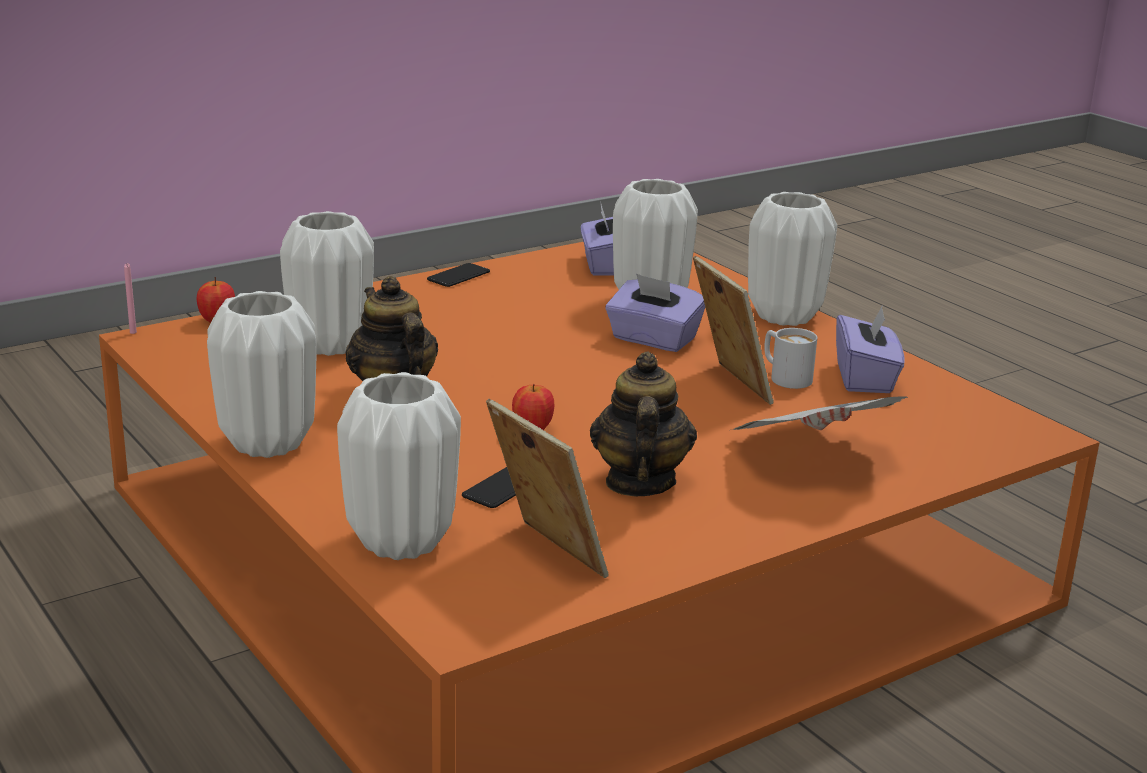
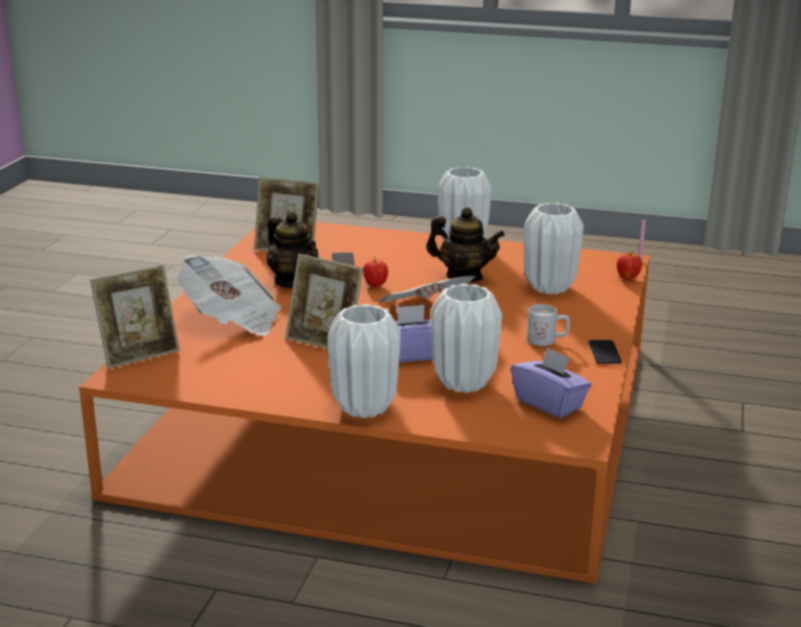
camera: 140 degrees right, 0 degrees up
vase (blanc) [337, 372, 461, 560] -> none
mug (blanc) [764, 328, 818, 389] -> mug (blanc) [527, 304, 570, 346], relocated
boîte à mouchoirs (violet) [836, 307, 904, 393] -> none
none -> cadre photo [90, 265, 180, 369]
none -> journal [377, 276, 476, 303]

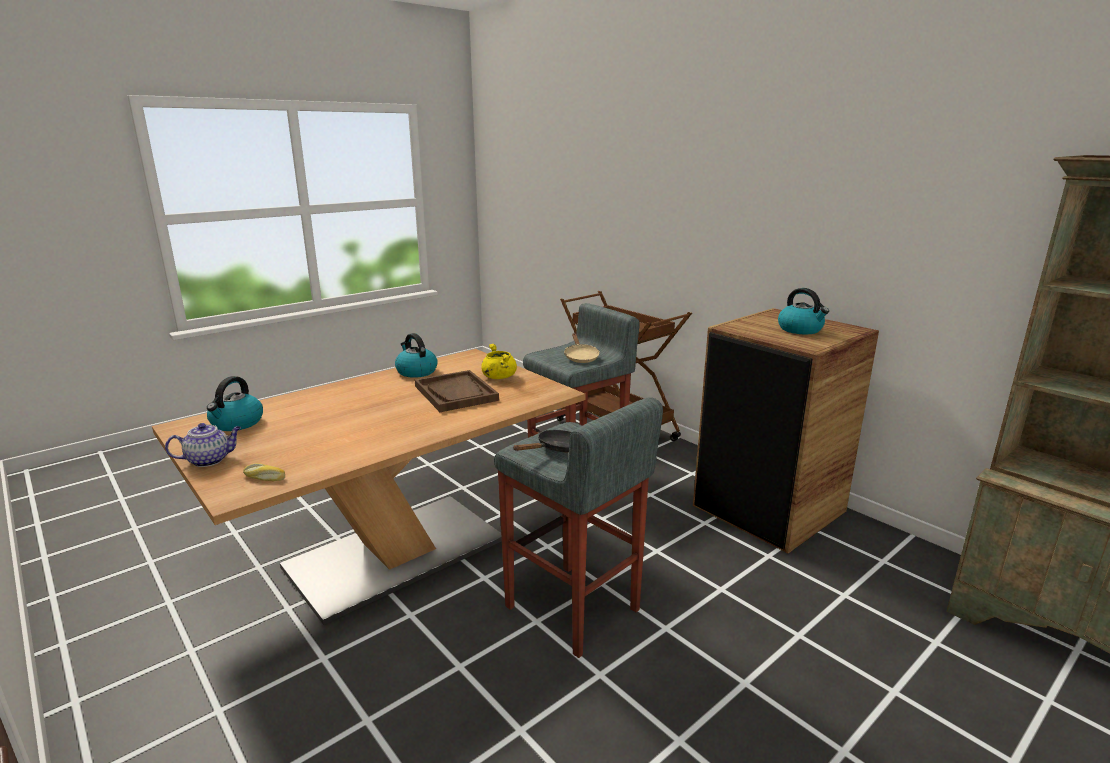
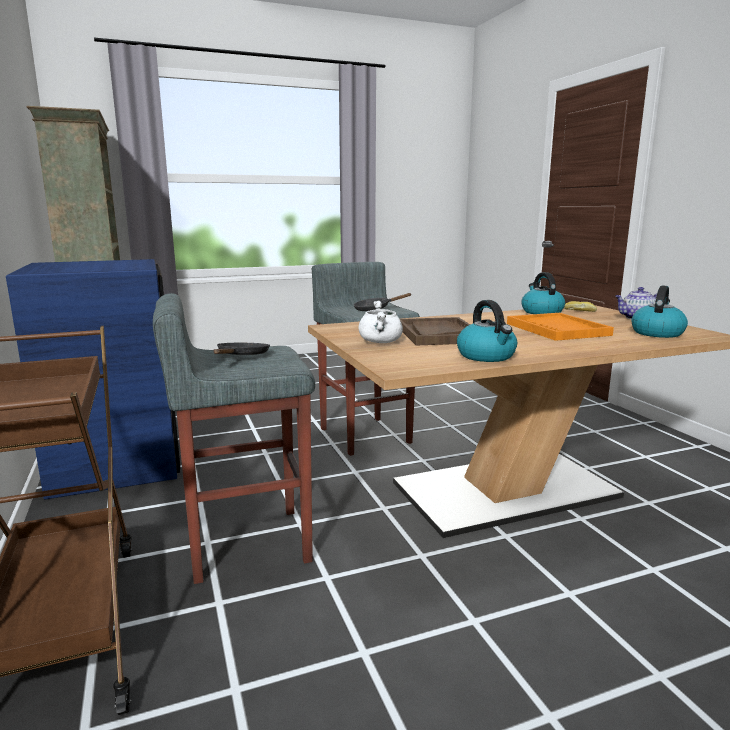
camera: 160 degrees left, 5 degrees down
marmite (jaune) [481, 344, 517, 379] -> marmite (blanc) [359, 300, 403, 343]
poêle (beige) [564, 333, 599, 363] -> poêle (noir) [213, 343, 270, 355]
meuble de rangement (marron) [693, 308, 879, 553] -> meuble de rangement (bleu) [6, 259, 180, 499]
bouilloire [778, 288, 829, 334] -> bouilloire [521, 272, 565, 314], relocated
none -> plateau (orange) [507, 313, 614, 341]

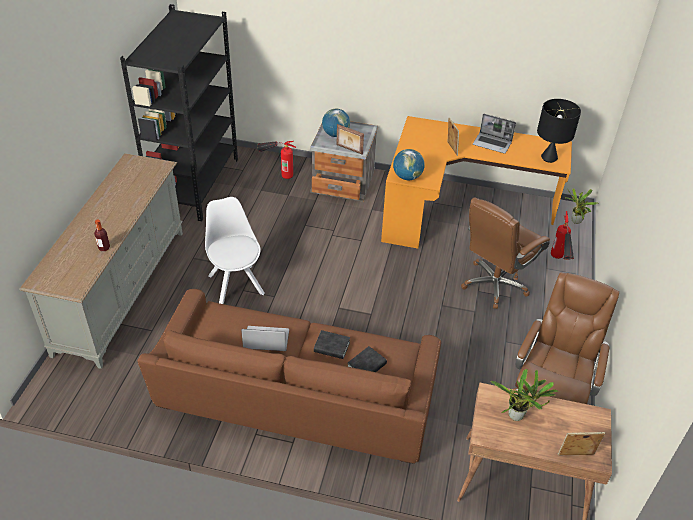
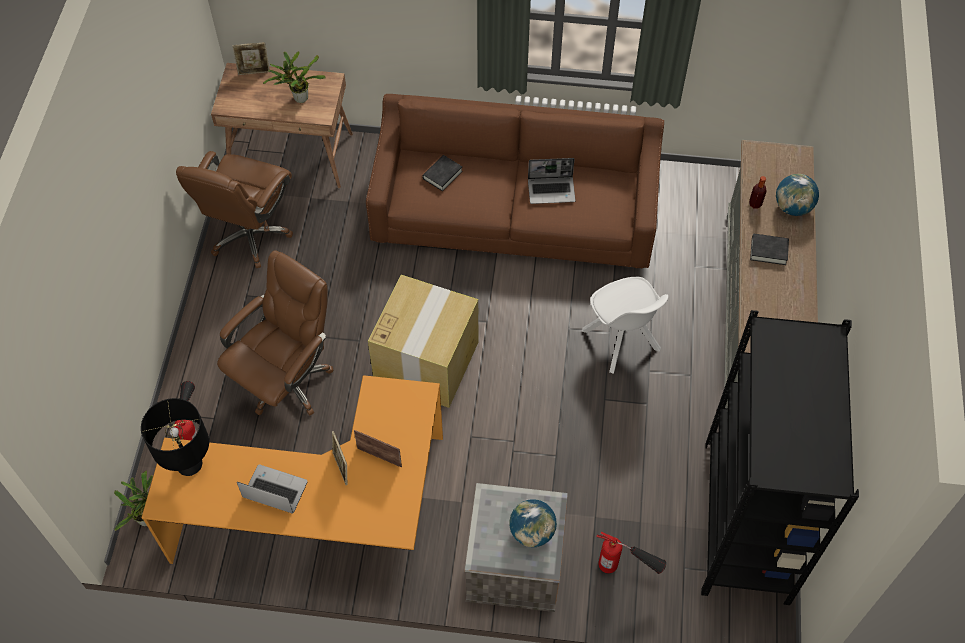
camera: 175 degrees right, 15 degrees up
livre (noir) [314, 330, 350, 359] -> livre (noir) [750, 233, 789, 265], relocated
cadre photo [336, 124, 364, 155] -> cadre photo [354, 430, 402, 468], relocated
globe [393, 149, 425, 180] -> globe [776, 174, 819, 216], relocated
none -> carton [368, 275, 479, 408]

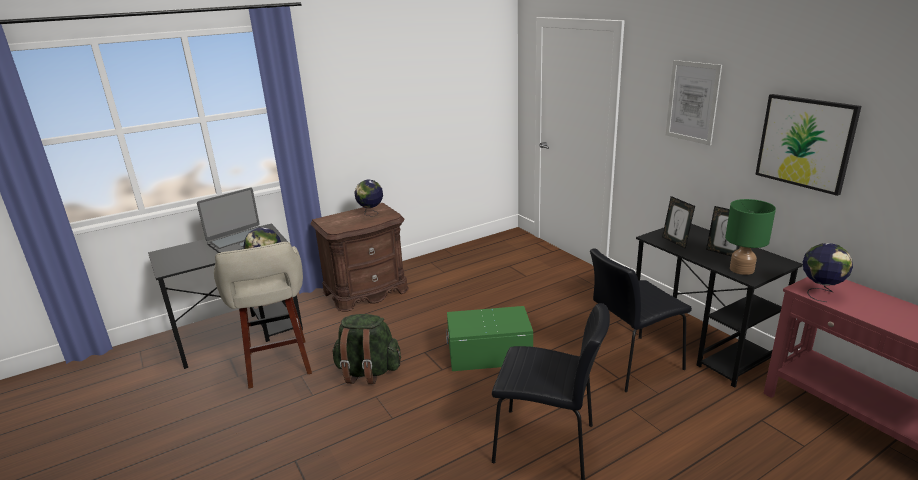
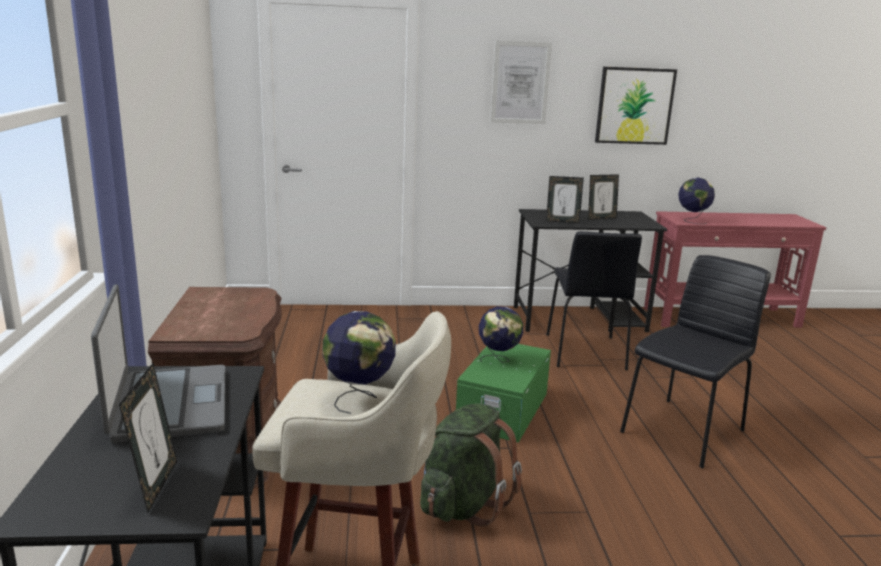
camera: 65 degrees left, 5 degrees down
globe [354, 180, 383, 217] -> globe [479, 306, 523, 363], relocated
lampe de table (vert) [725, 199, 776, 275] -> none
none -> cadre photo [119, 363, 177, 513]

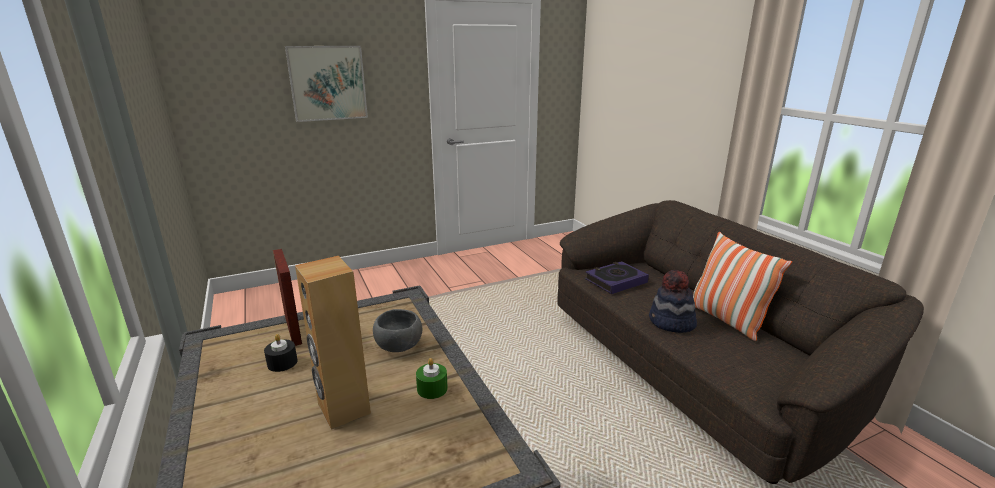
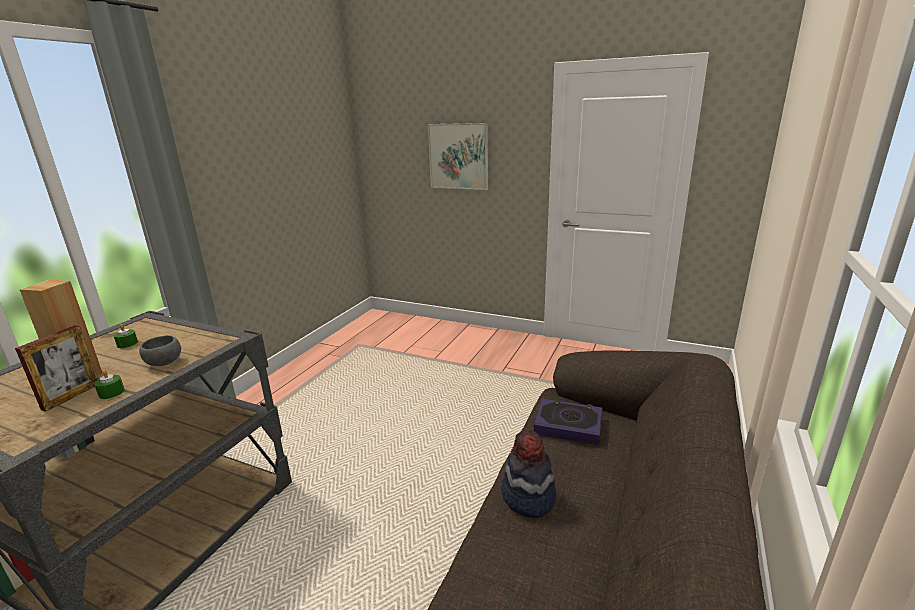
camera: 50 degrees right, 0 degrees up
bougie (noir) [264, 334, 297, 372] -> bougie (vert) [113, 324, 138, 348]
cadre photo [273, 249, 302, 346] -> cadre photo [15, 325, 98, 411], relocated
coussin [693, 232, 792, 341] -> none

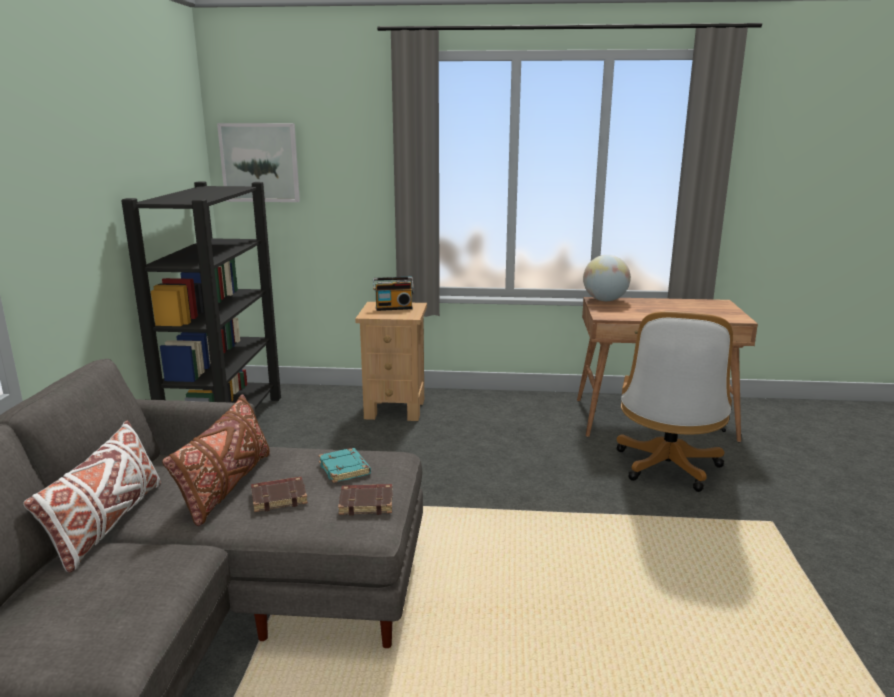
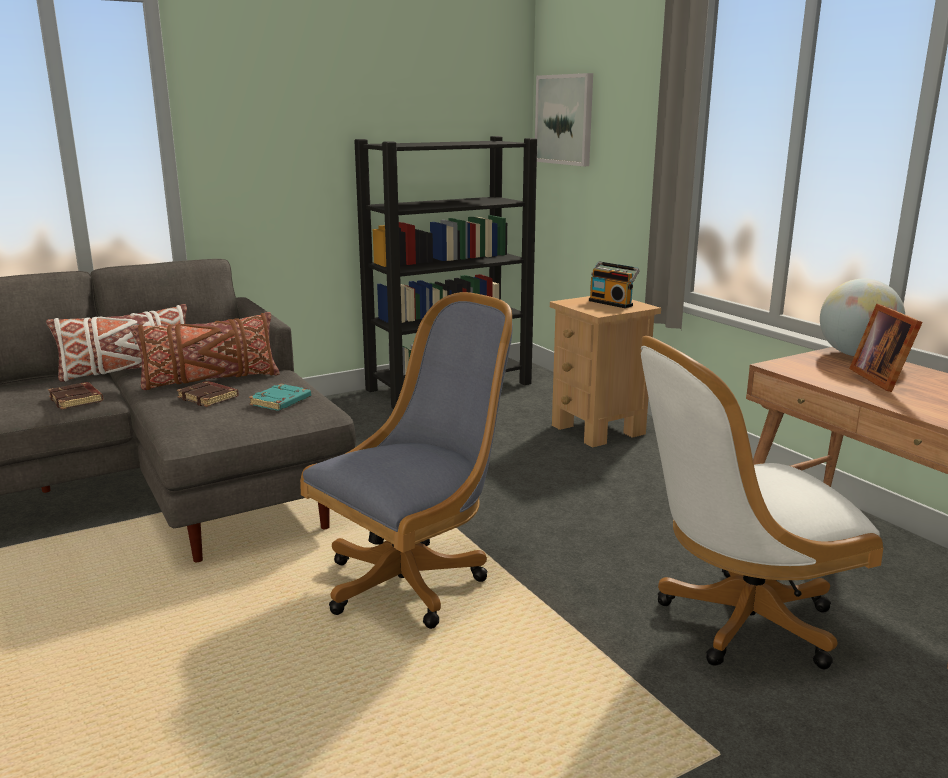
camera: 55 degrees right, 0 degrees up
livre (marron) [338, 484, 392, 516] -> livre (marron) [48, 382, 103, 410], relocated
none -> chaise de bureau (bleu) [300, 292, 513, 629]
none -> cadre photo [849, 304, 923, 392]

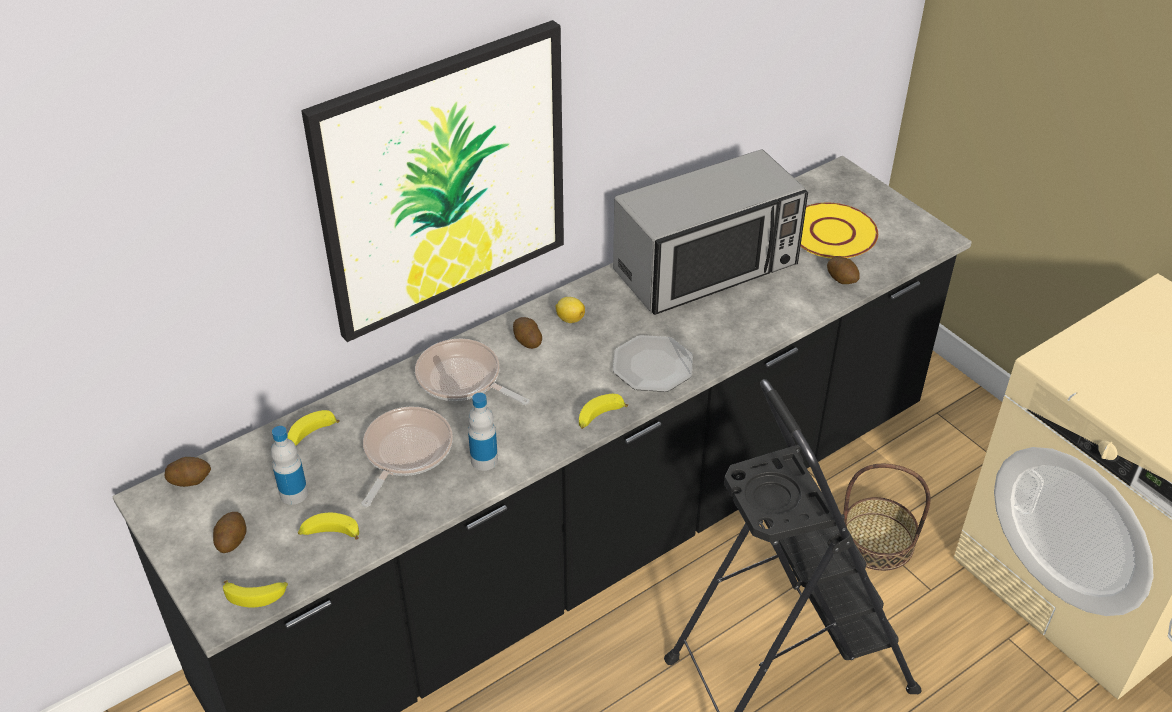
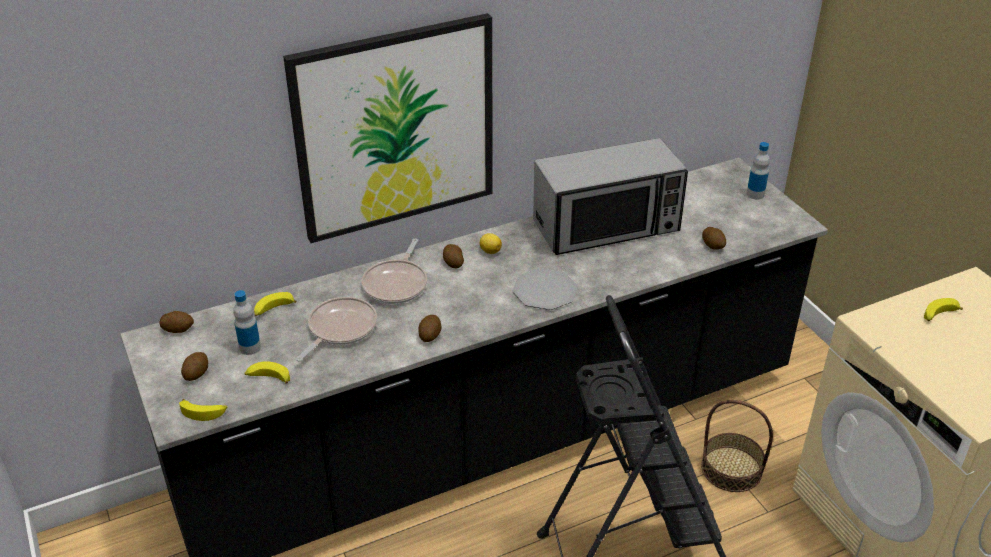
camera: 10 degrees right, 5 degrees down
poêle [415, 339, 530, 405] -> poêle [361, 239, 427, 304], 120 degrees counterclockwise
bouteille [468, 393, 498, 471] -> bouteille [747, 142, 770, 199], relocated
banane [579, 394, 628, 429] -> banane [924, 298, 963, 321], relocated
assiette (jaune) [800, 203, 878, 258] -> none
none -> pomme de terre [418, 315, 442, 342]

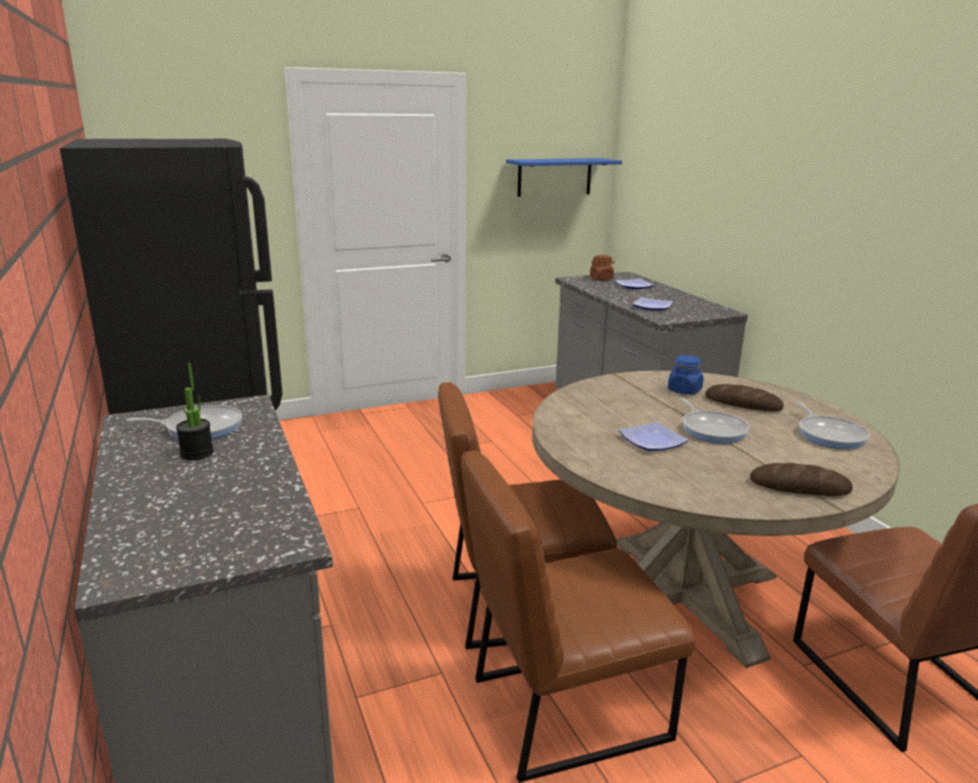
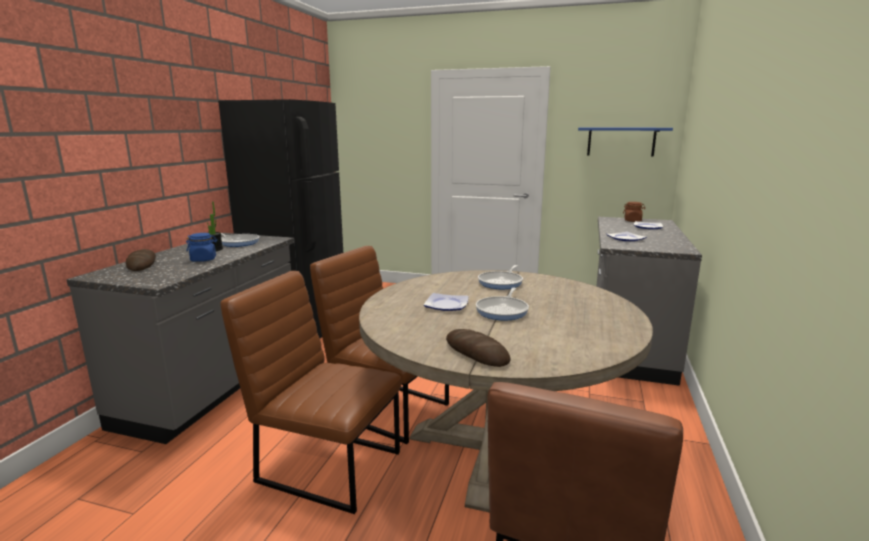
camera: 40 degrees right, 5 degrees down
bocal (bleu) [668, 355, 704, 395] -> bocal (bleu) [186, 233, 217, 262], relocated
pain [705, 384, 784, 411] -> pain [126, 249, 156, 271], relocated
poêle [796, 401, 870, 449] -> poêle [478, 265, 523, 289], relocated

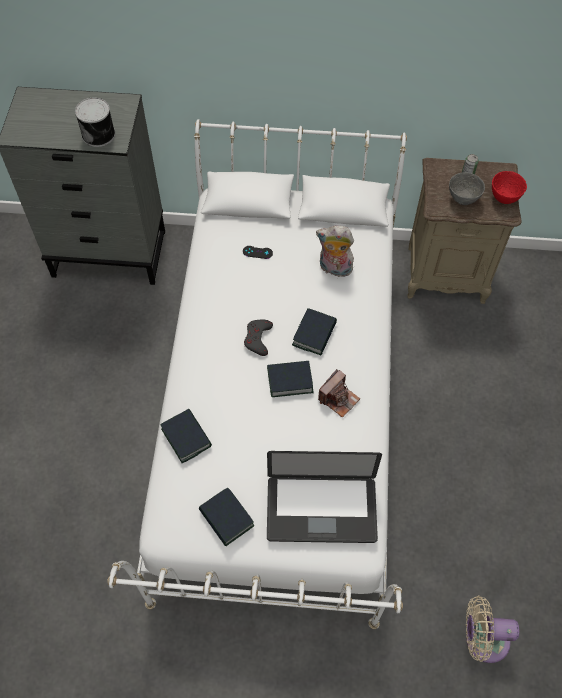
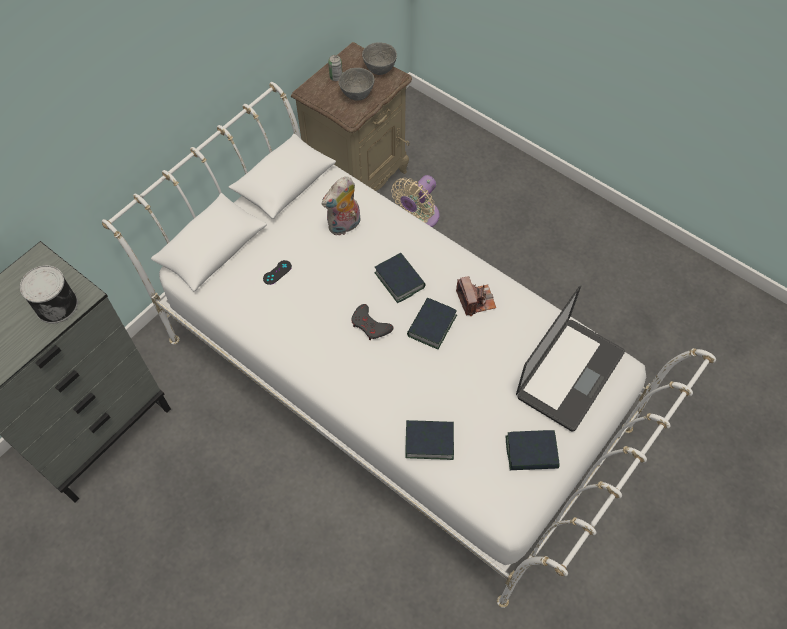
camera: 55 degrees left, 0 degrees up
ventilateur (beige) [466, 596, 519, 663] -> ventilateur (beige) [391, 175, 439, 227], relocated
bol (rouge) [492, 171, 527, 204] -> bol (gris) [362, 42, 397, 75]

